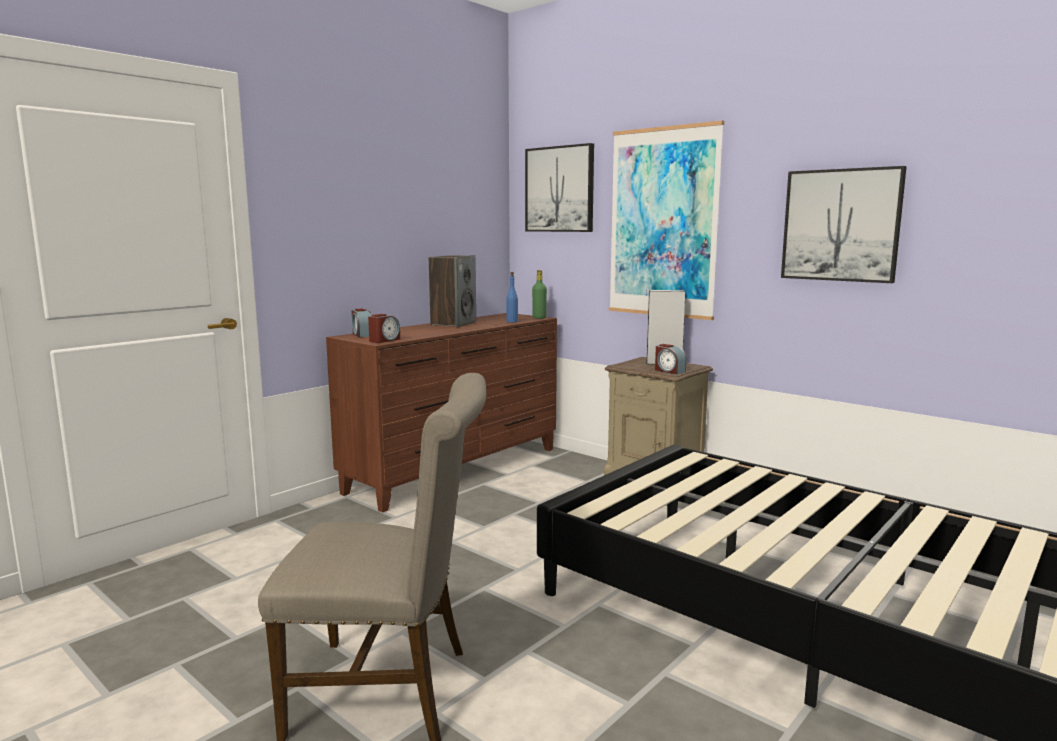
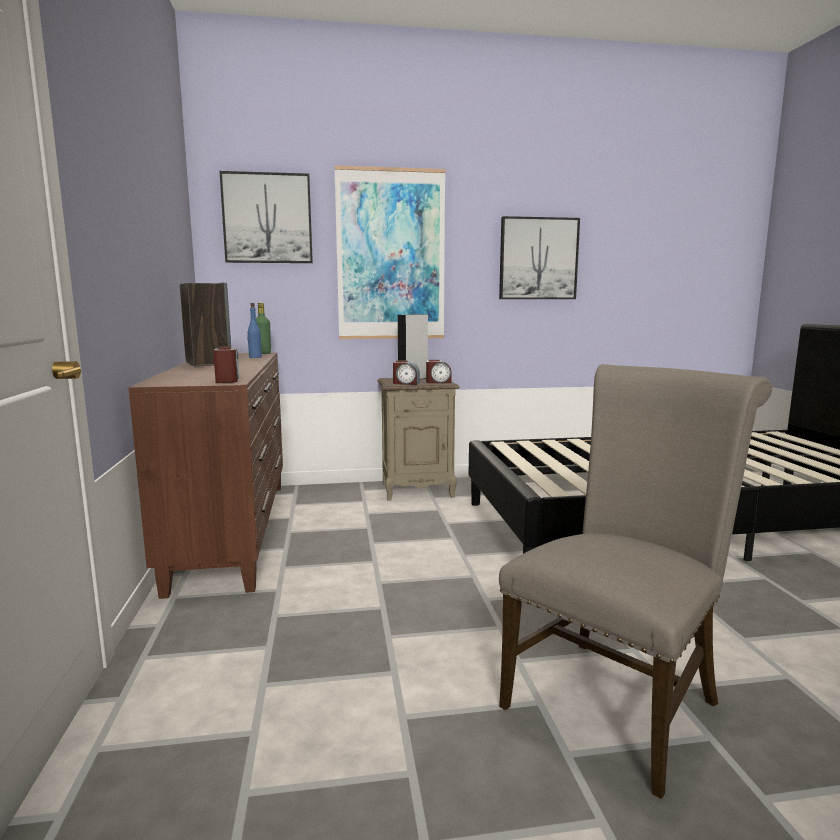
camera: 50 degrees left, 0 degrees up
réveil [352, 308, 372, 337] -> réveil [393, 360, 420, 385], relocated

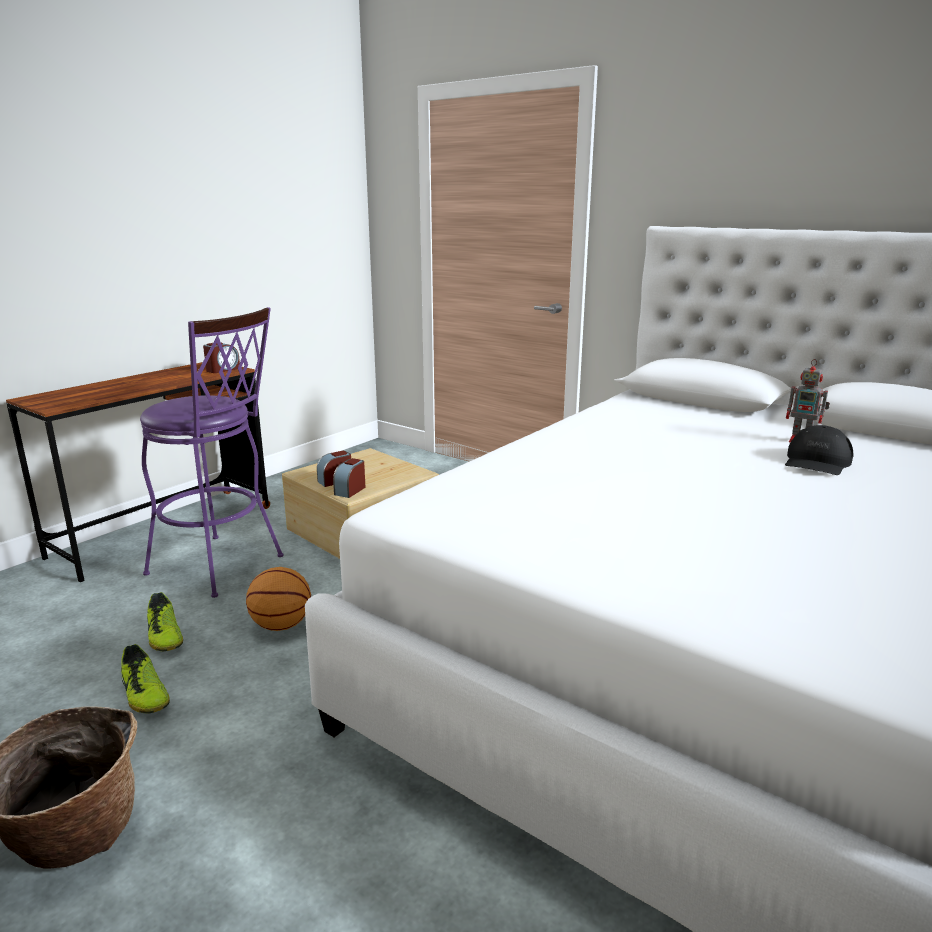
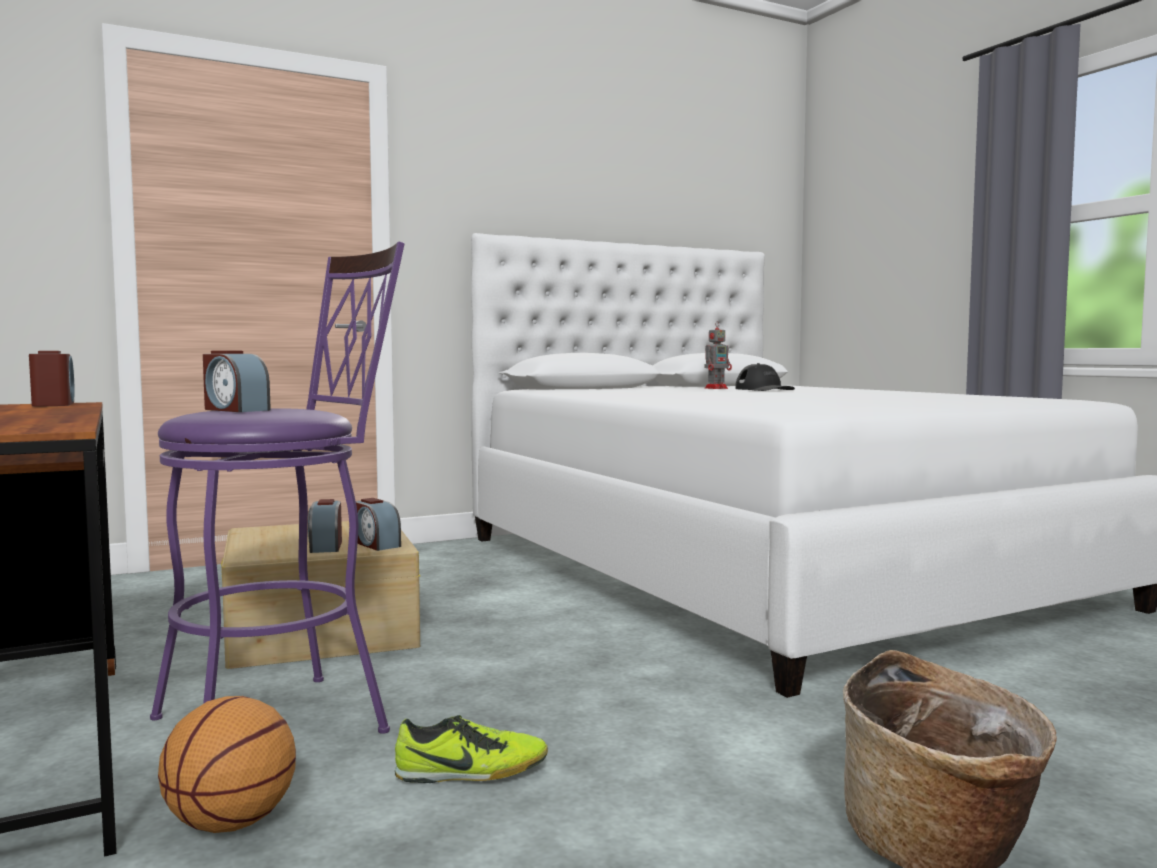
camera: 65 degrees left, 15 degrees down
chaussure [121, 644, 170, 714] -> none
ballon de basket [246, 567, 311, 631] -> ballon de basket [158, 696, 296, 833], relocated
none -> réveil [203, 351, 271, 412]

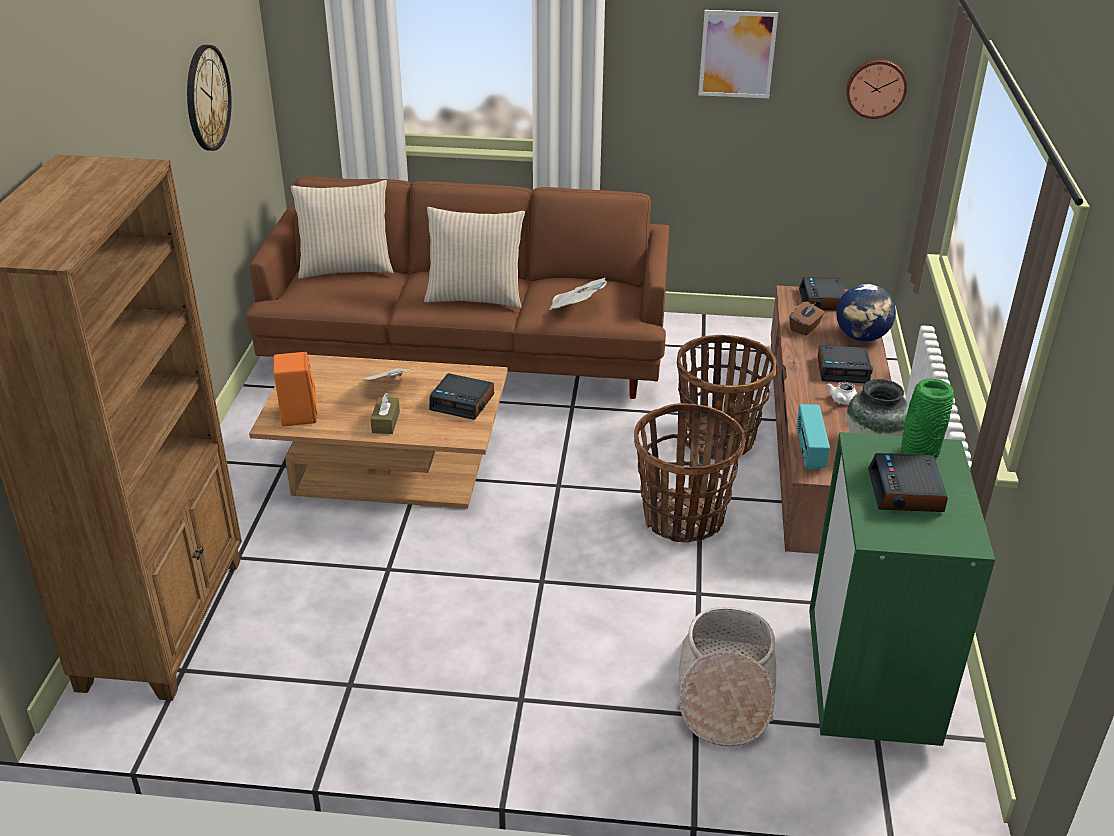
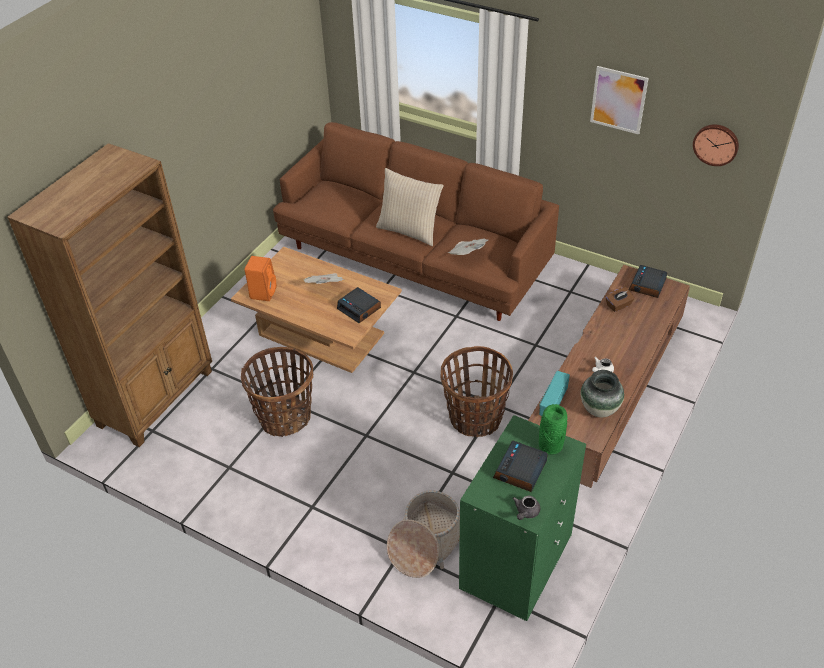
camera: 25 degrees right, 10 degrees up
horloge murale [187, 45, 232, 151] -> none
coussin (beige) [291, 180, 394, 279] -> none
boîte à mouchoirs (marron) [371, 393, 400, 434] -> none
panier [677, 335, 776, 460] -> panier [241, 347, 313, 437], relocated
réveil [818, 345, 873, 383] -> none
globe [836, 284, 896, 342] -> none
none -> théière (gris) [513, 496, 540, 520]

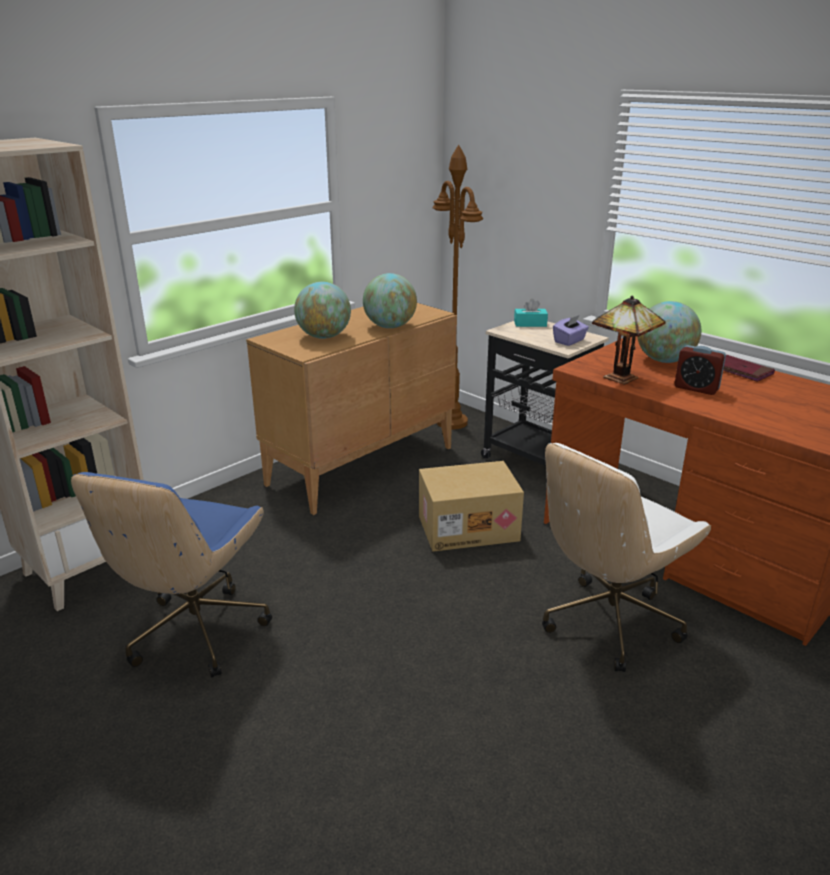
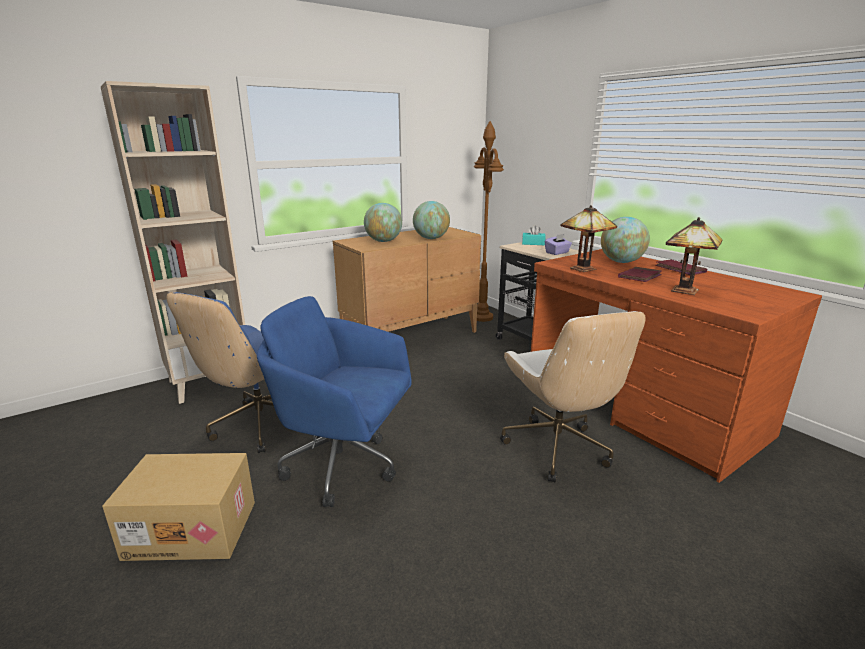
camera: 10 degrees right, 5 degrees down
carton [419, 461, 524, 552] -> carton [102, 453, 255, 561], relocated
chaise de bureau (blanc) [542, 443, 711, 672] -> chaise de bureau (blanc) [500, 311, 646, 482], 75 degrees counterclockwise
réveil [674, 345, 726, 395] -> livre (rouge) [618, 267, 662, 282]
none -> chaise de bureau (bleu) [257, 296, 412, 507]
none -> lampe de table [666, 217, 722, 295]

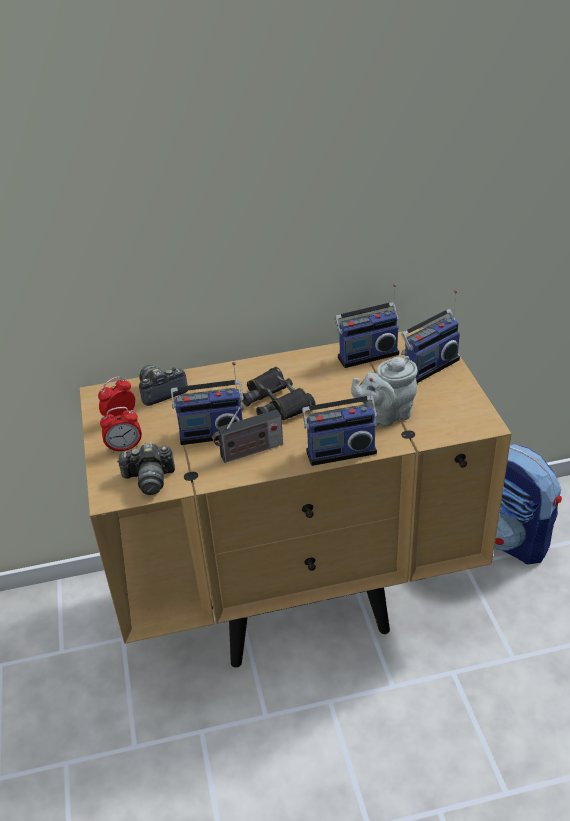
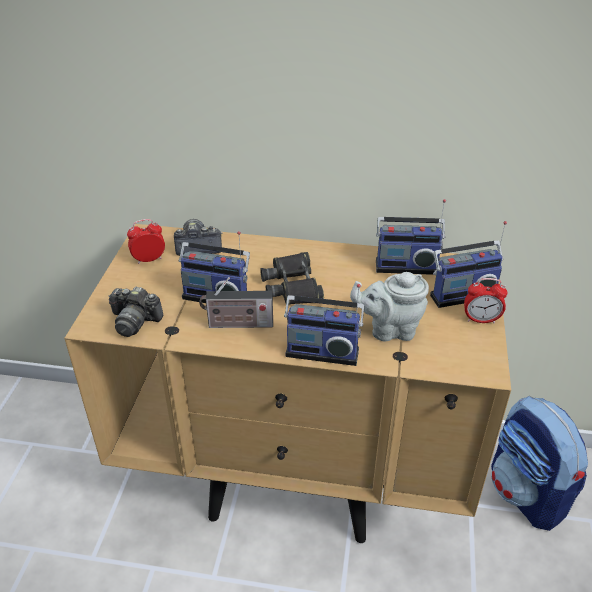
camera: 20 degrees right, 0 degrees up
réveil [100, 407, 142, 453] -> réveil [464, 278, 508, 324], relocated

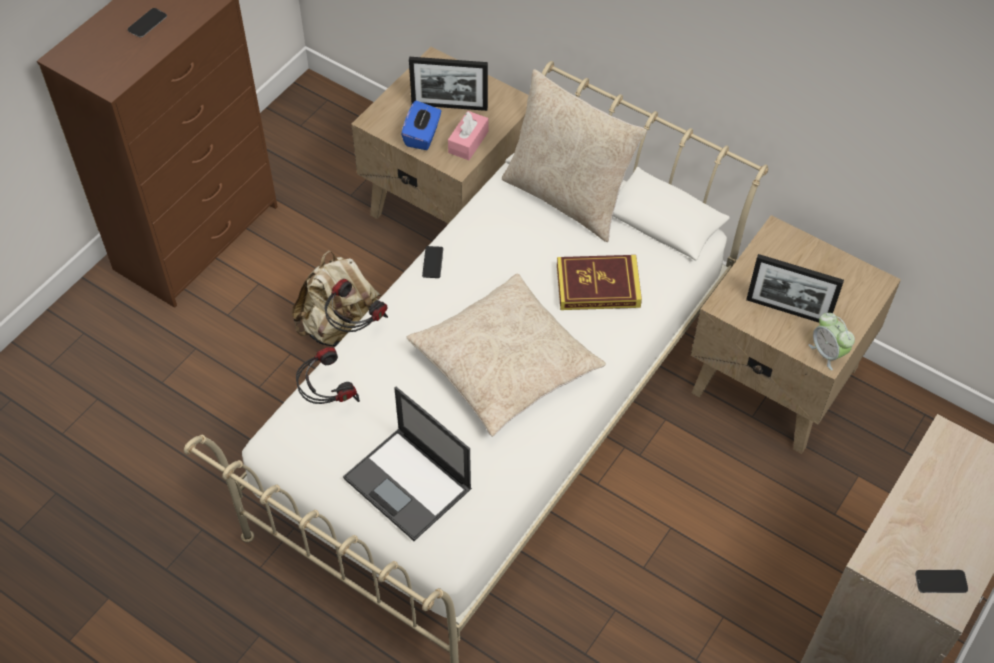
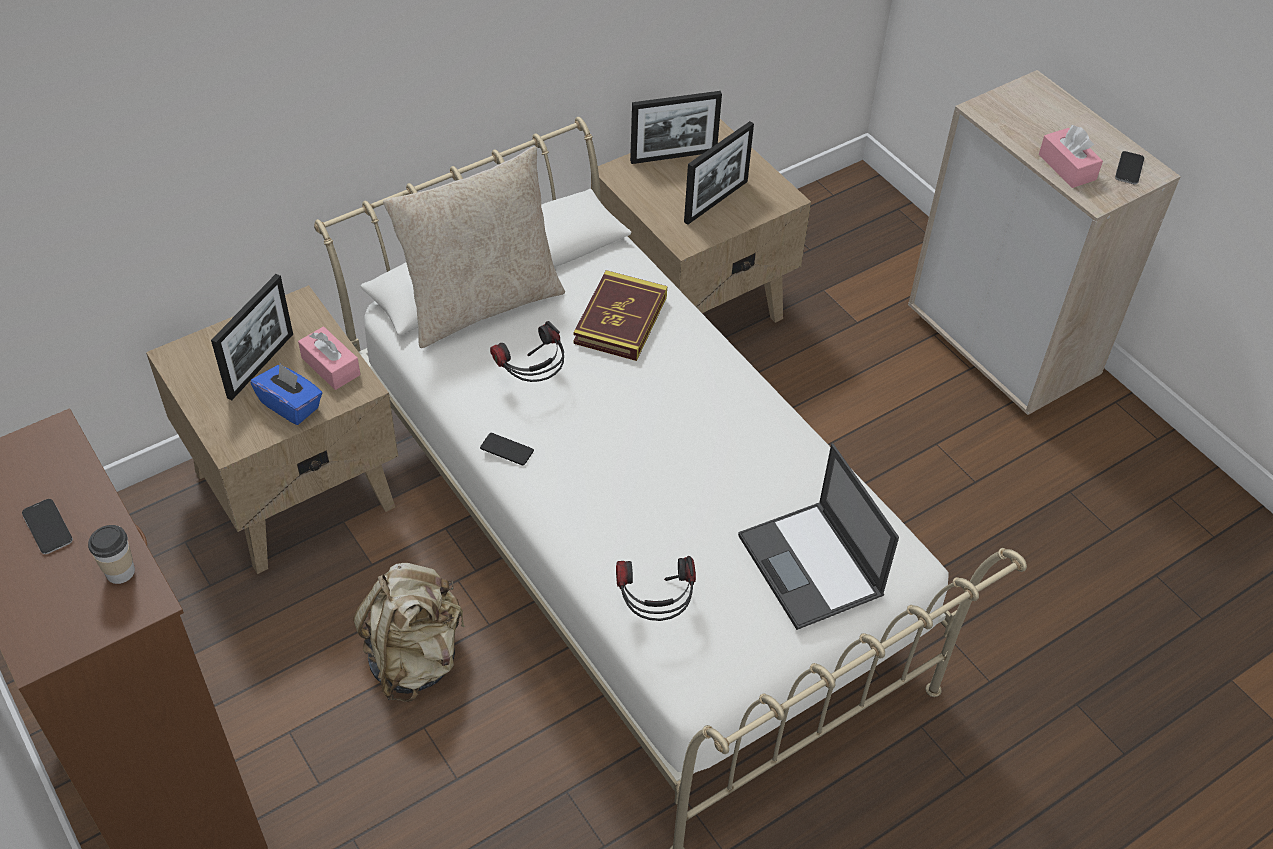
camera: 70 degrees left, 5 degrees down
casque audio [325, 279, 388, 332] -> casque audio [490, 321, 564, 382], relocated
ordinateur portable [343, 387, 472, 541] -> ordinateur portable [738, 444, 899, 630], 90 degrees clockwise
coussin (beige) [406, 273, 606, 437] -> none
réveil [809, 313, 855, 370] -> none
none -> tasse [88, 525, 135, 584]
none -> cadre photo [630, 91, 722, 164]
none -> boîte à mouchoirs (rose) [1039, 125, 1103, 188]

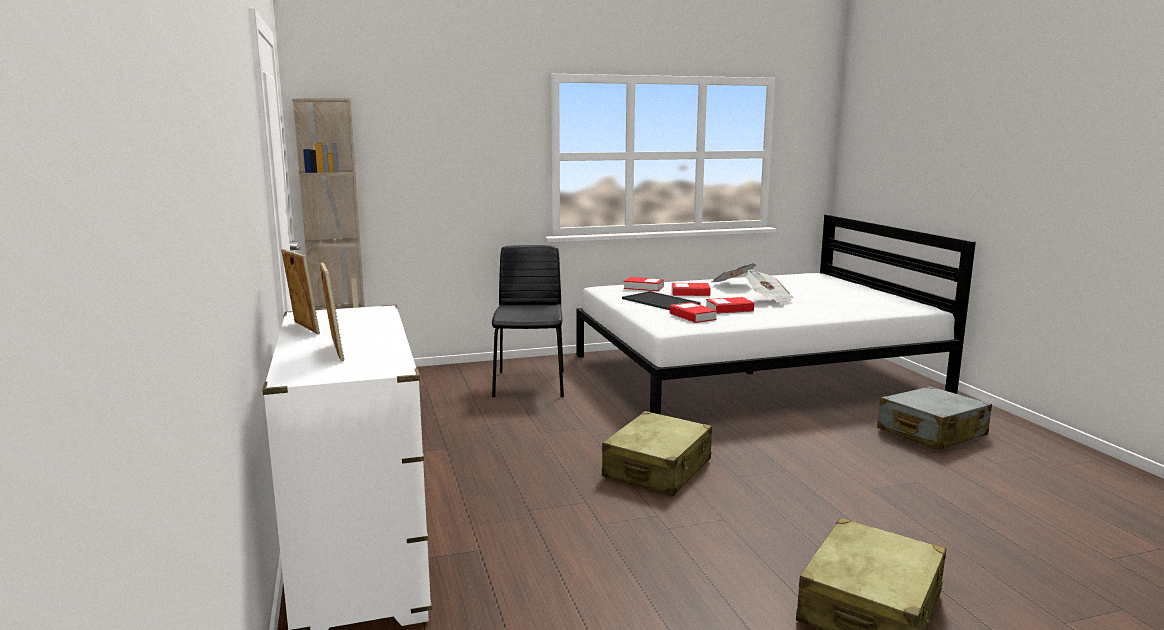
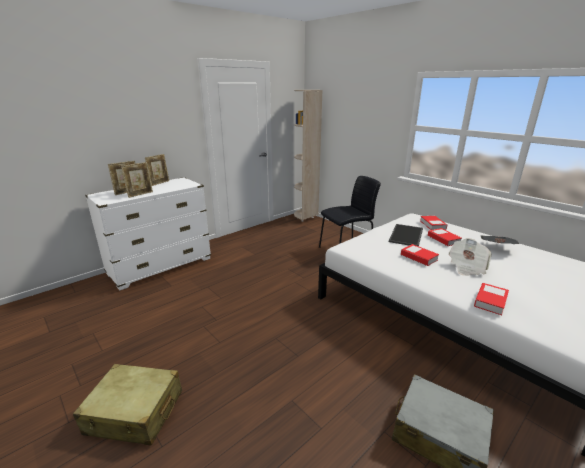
camera: 65 degrees right, 10 degrees up
valise (beige) [602, 411, 712, 496] -> none
livre [670, 302, 717, 323] -> livre [474, 283, 509, 315], relocated
none -> cadre photo [121, 162, 153, 198]

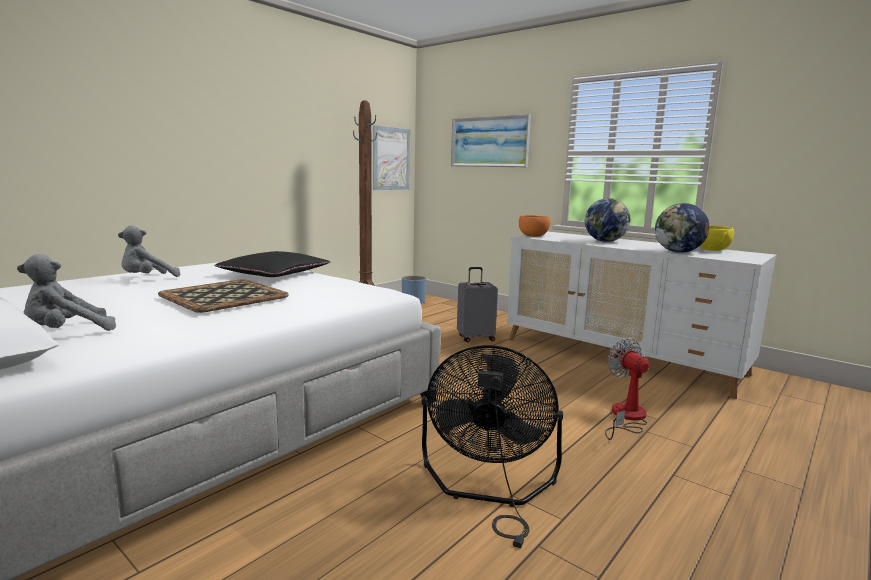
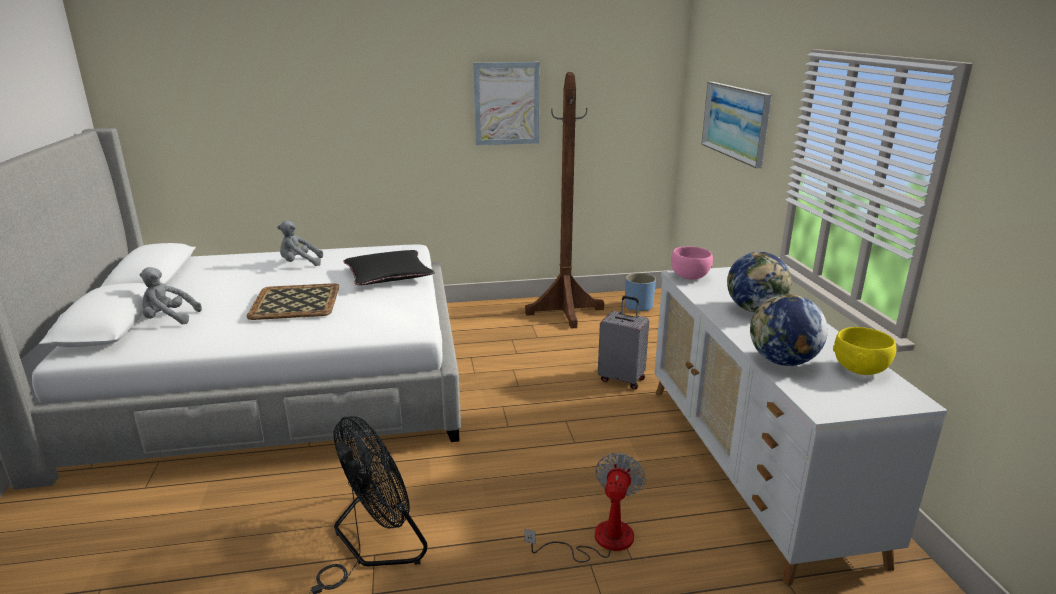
camera: 40 degrees right, 10 degrees up
tableau [373, 125, 410, 190] -> tableau [473, 62, 540, 145], relocated
bol (orange) [519, 215, 551, 237] -> bol (rose) [671, 246, 713, 280]

